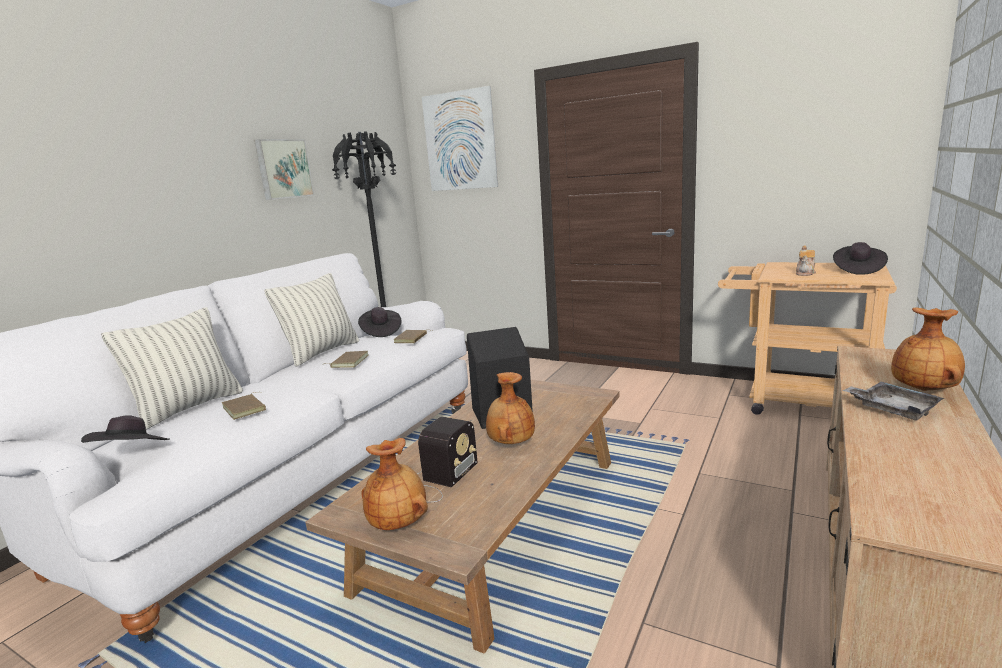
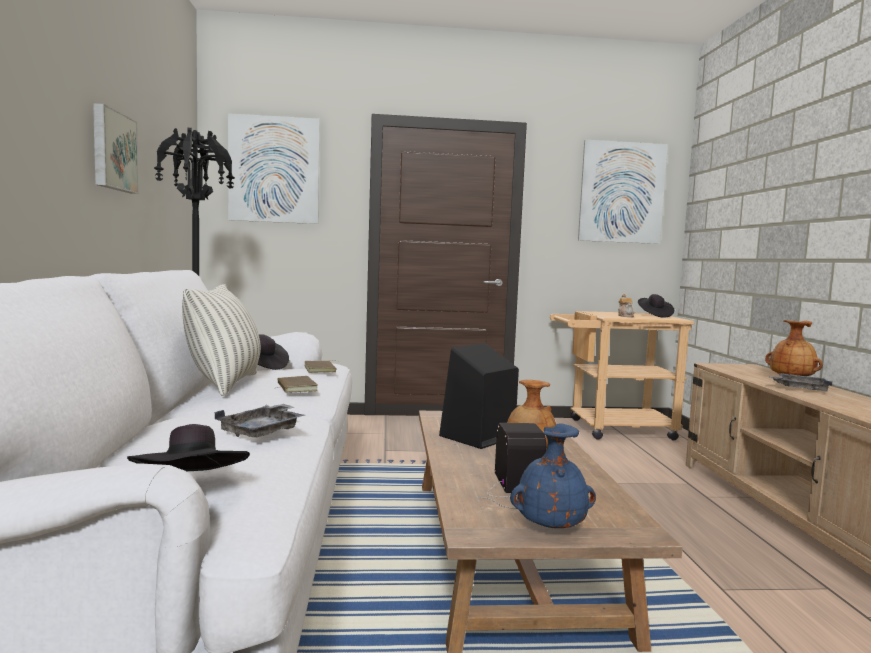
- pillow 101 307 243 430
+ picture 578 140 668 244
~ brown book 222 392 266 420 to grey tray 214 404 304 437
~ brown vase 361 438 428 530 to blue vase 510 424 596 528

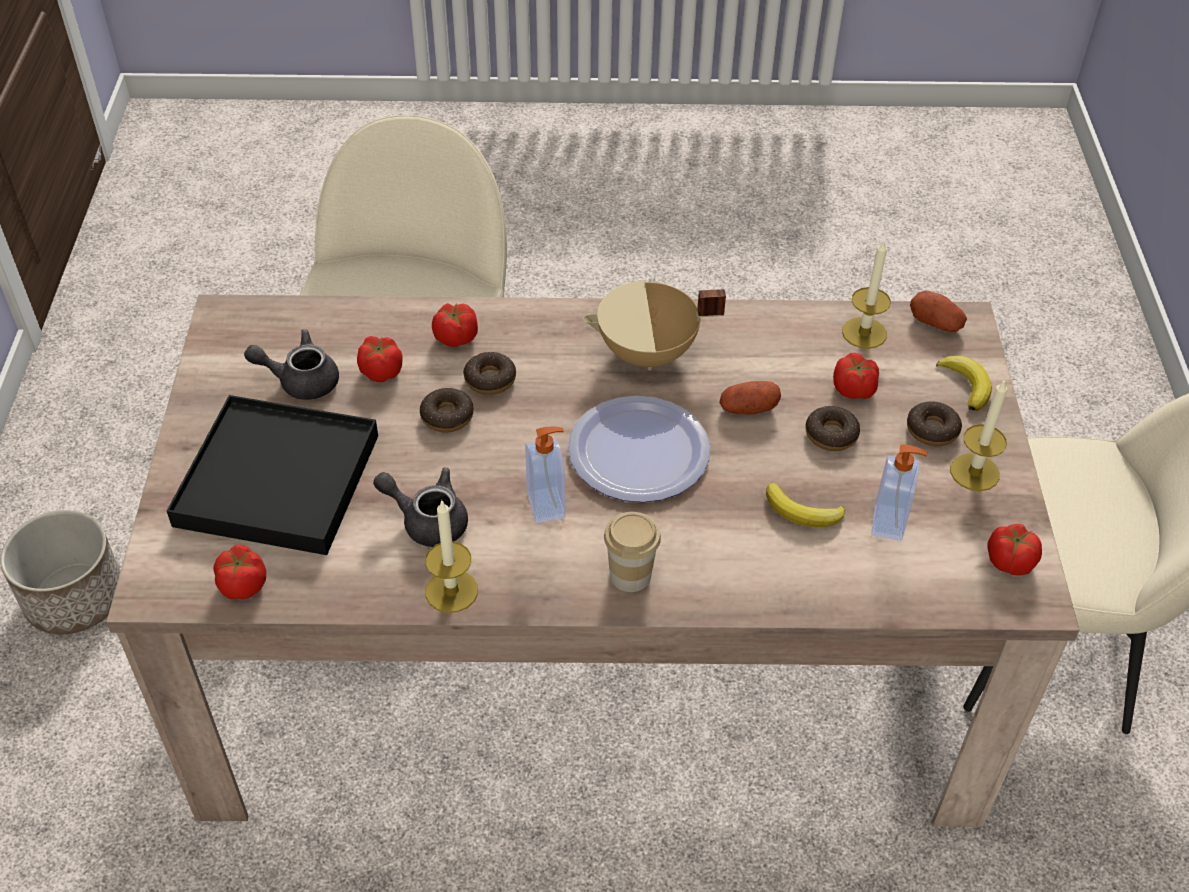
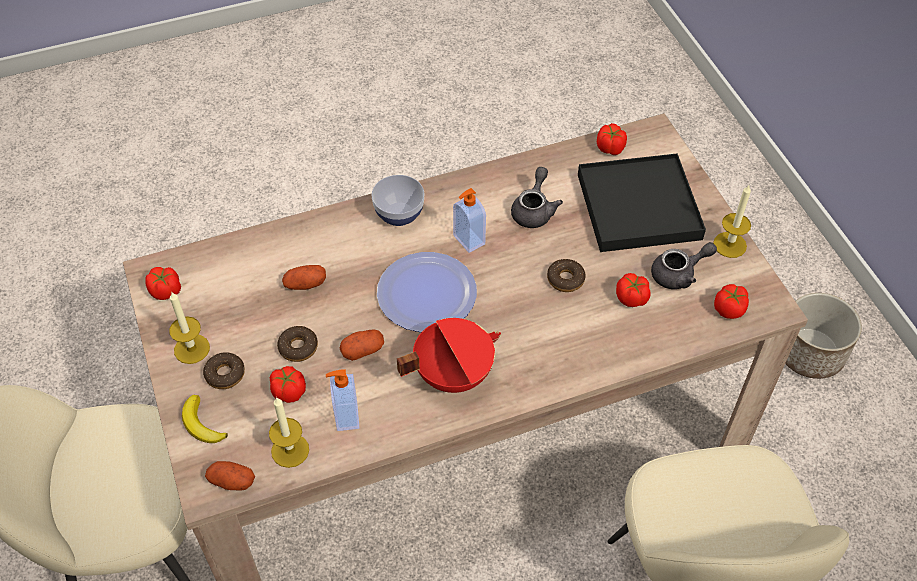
- donut 463 352 516 395
~ candle 425 499 478 613 to 713 185 751 258
~ tomato 432 303 478 347 to 714 284 749 319
~ soap dispenser 871 445 927 541 to 326 369 359 431
~ cup 604 512 661 592 to bowl 371 175 424 226
~ banana 766 483 845 527 to potato 282 265 326 290
~ beige cooking pot 583 281 726 370 to red cooking pot 397 318 501 393
~ grey teapot 373 468 468 547 = 511 167 563 228 75 degrees counterclockwise

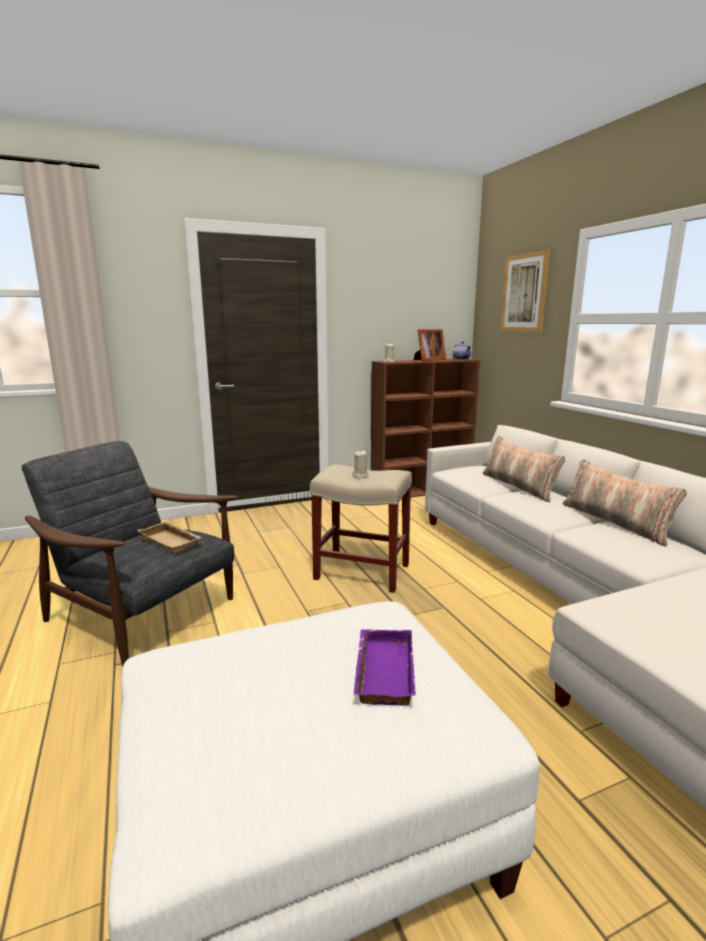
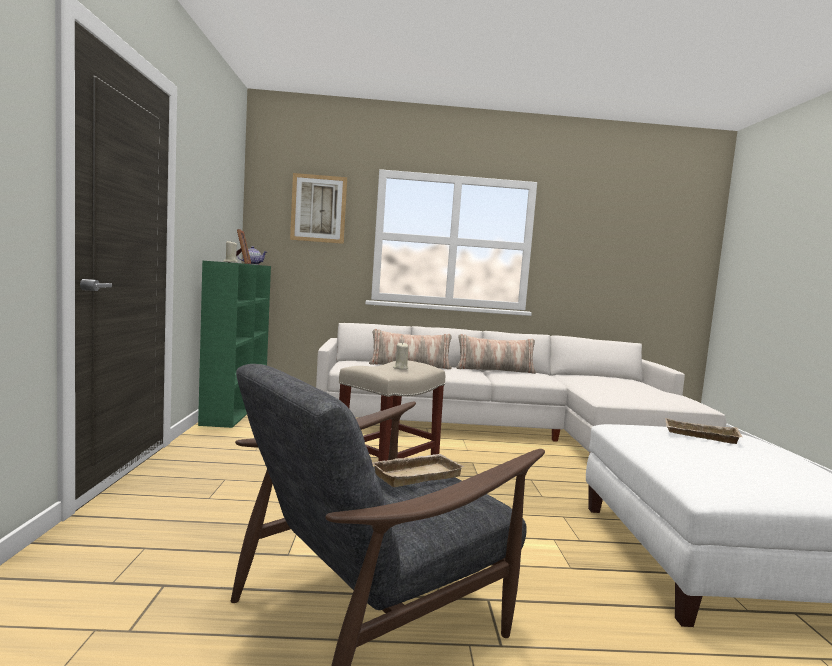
~ purple tray 354 629 416 706 to beige tray 666 418 742 444
~ brown bookcase 371 359 480 498 to green bookcase 198 261 271 428

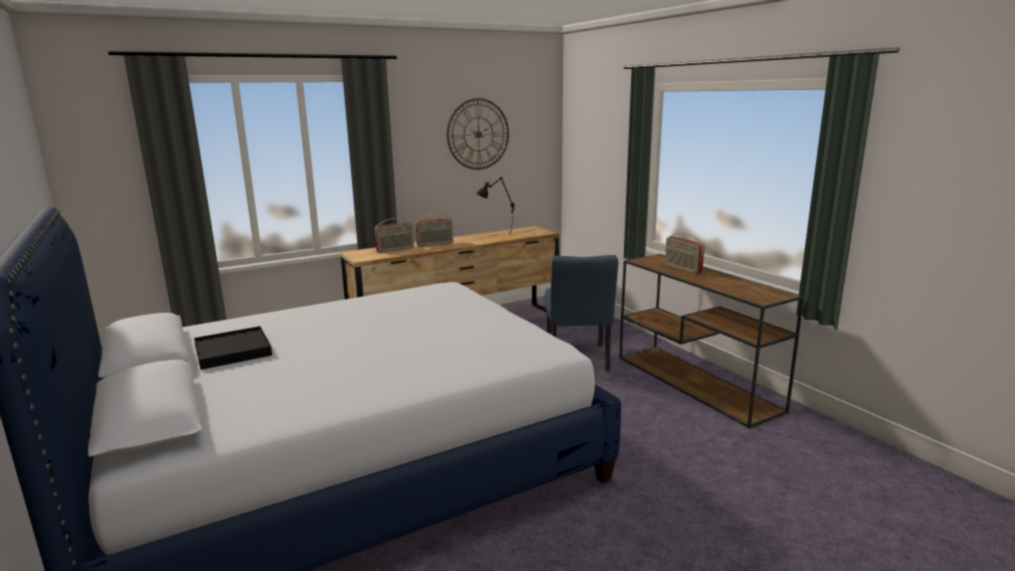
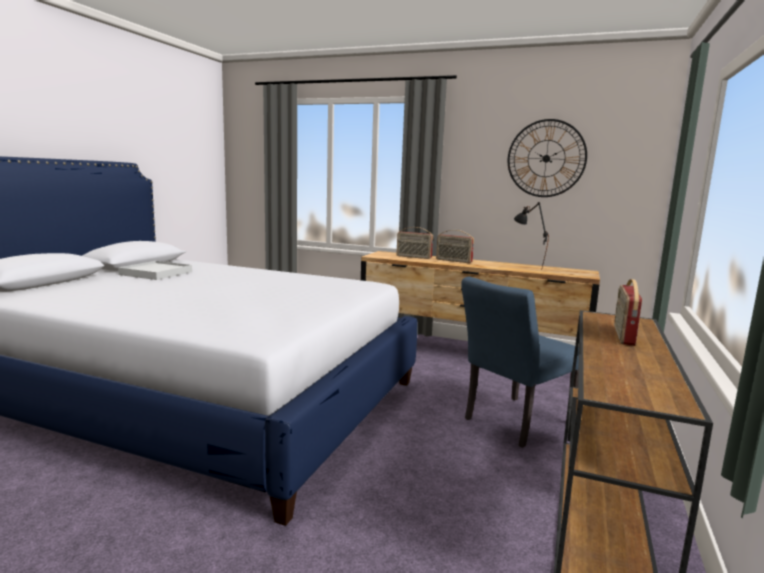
~ black tray 194 326 272 370 to white tray 118 261 192 280

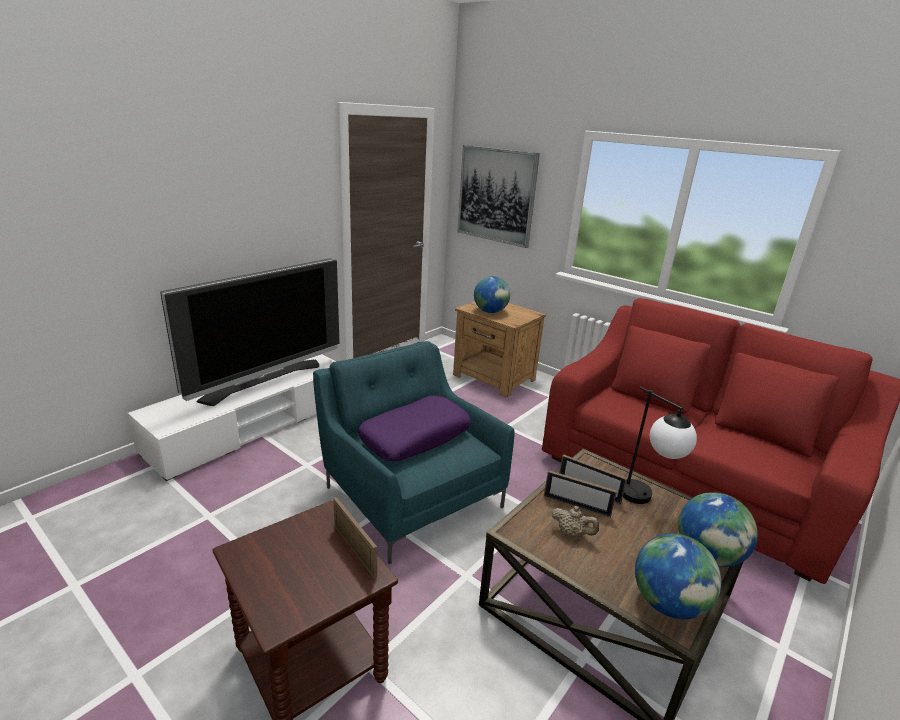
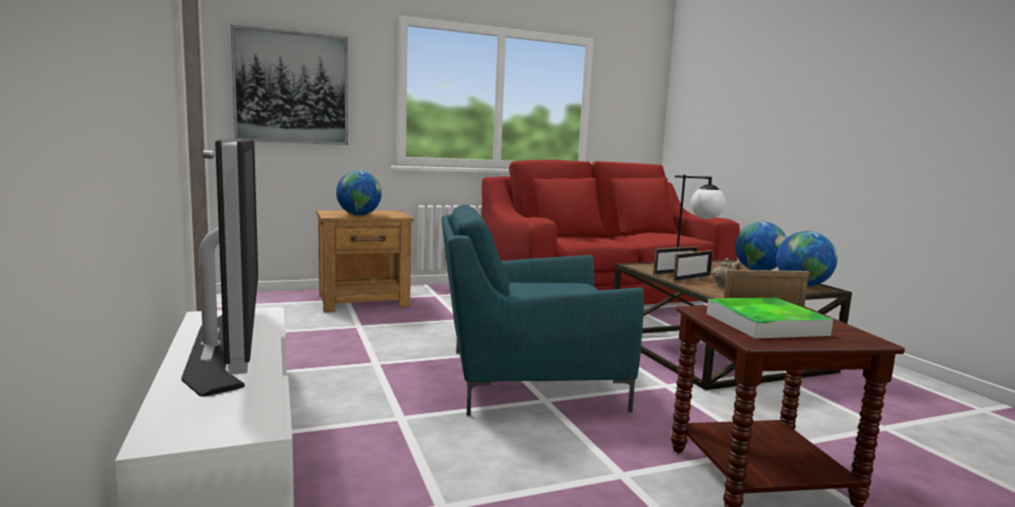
- purple pillow 358 395 471 461
+ tray 707 298 833 338

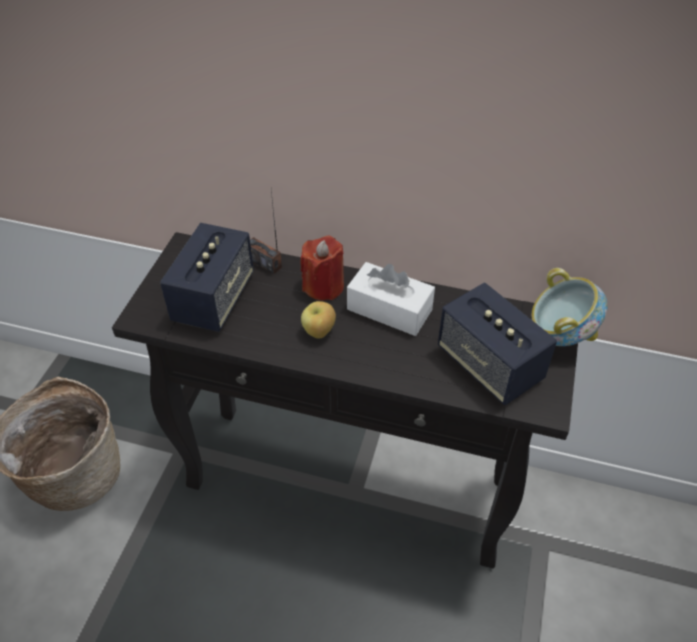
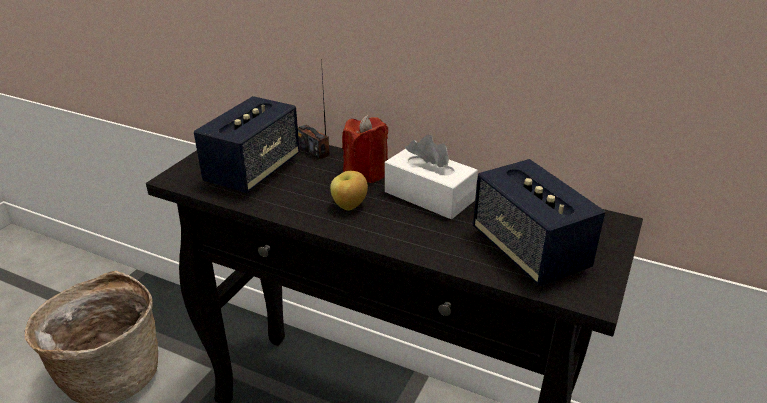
- bowl 531 268 608 346

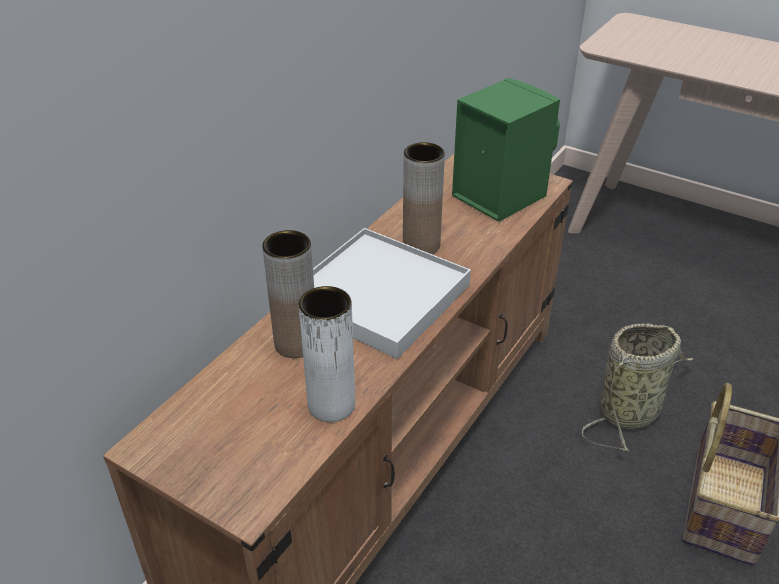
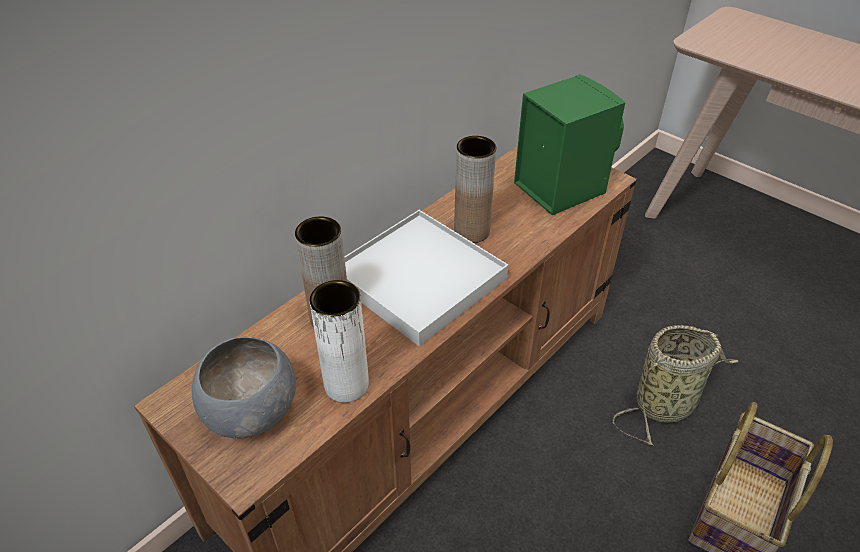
+ grey bowl 192 336 296 438

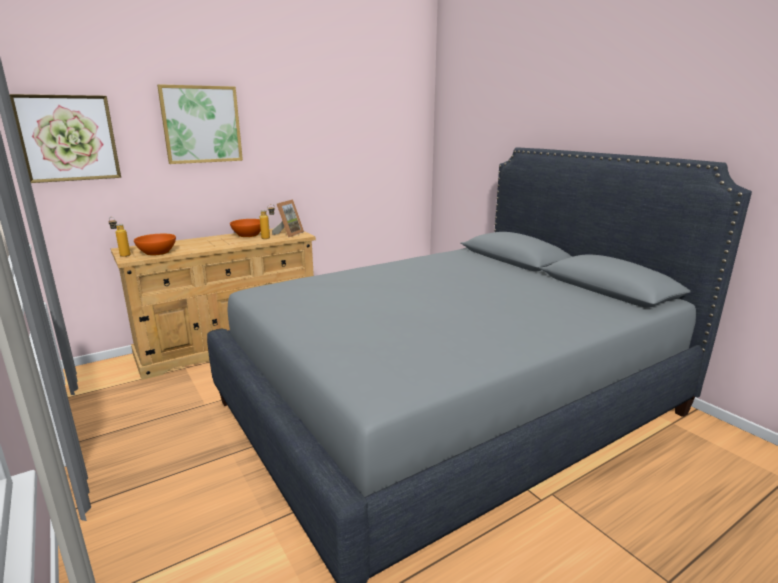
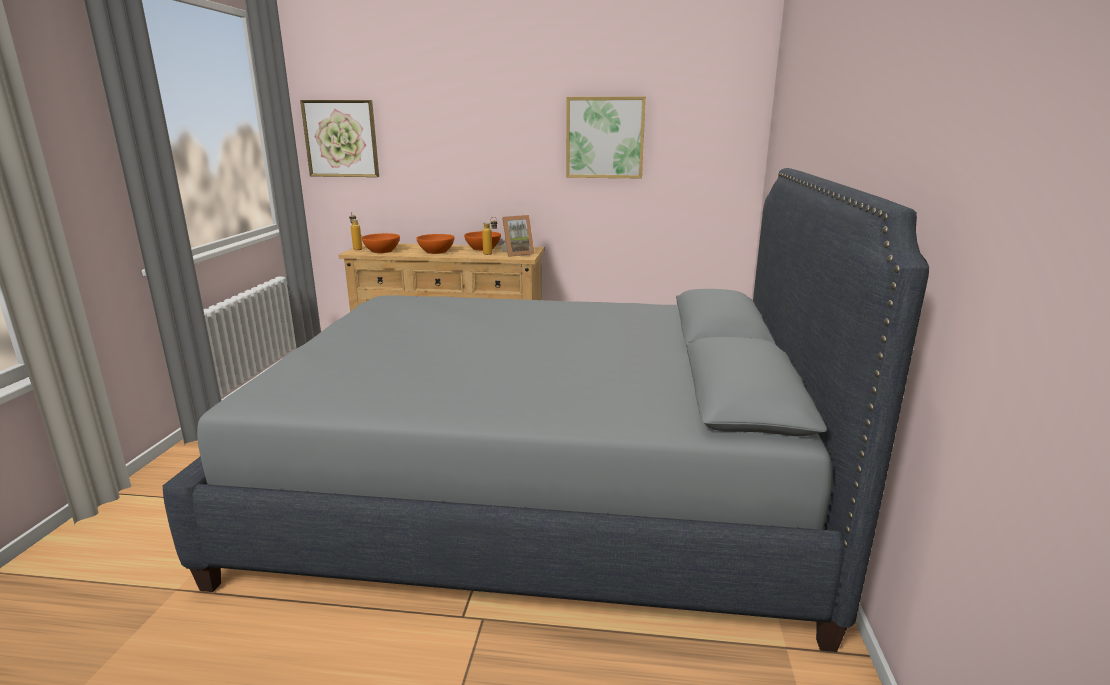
+ orange bowl 416 234 454 254
~ picture 157 84 243 164 to 566 97 646 179

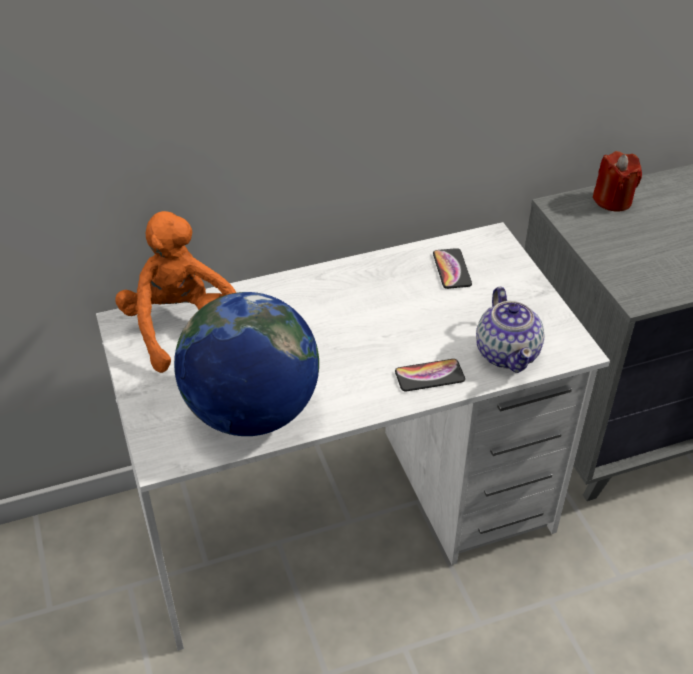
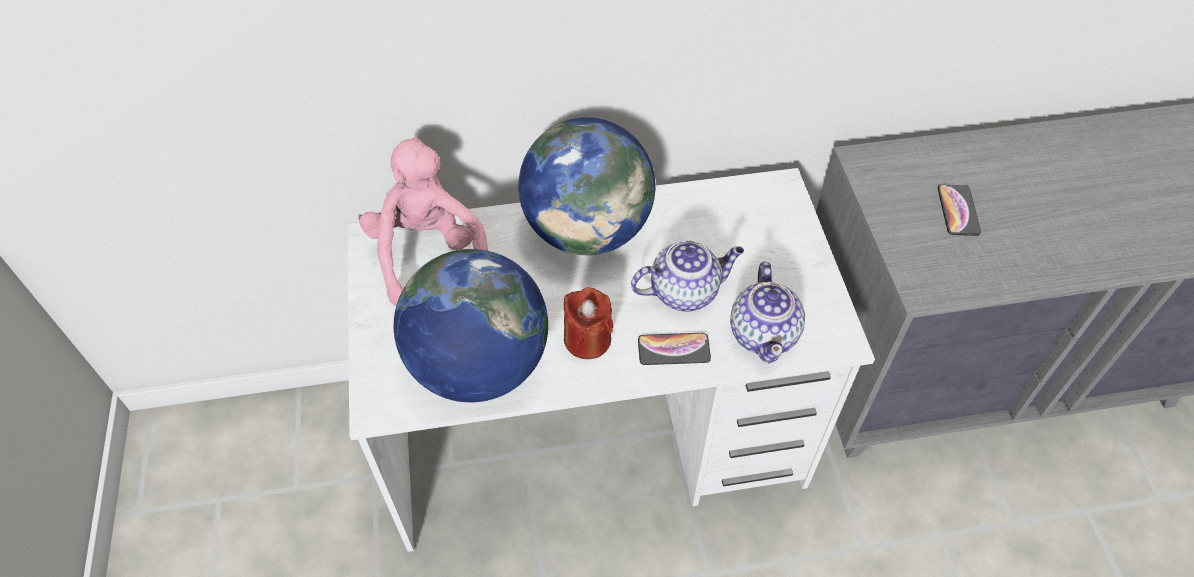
+ globe 518 117 655 255
+ teapot 631 240 744 312
~ phone 433 248 472 289 to 938 185 981 236
~ red candle 593 151 642 211 to 564 287 613 359
~ orange plush toy 115 211 236 373 to pink plush toy 359 137 488 306

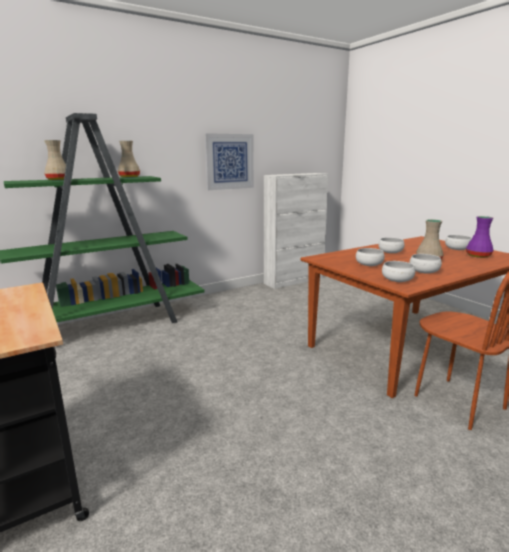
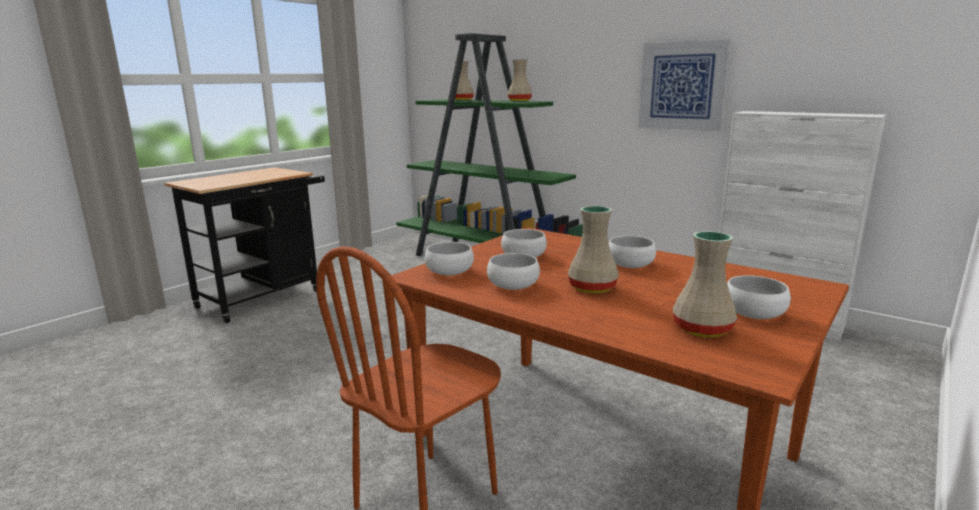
~ purple vase 466 216 493 258 to beige vase 673 231 737 338

